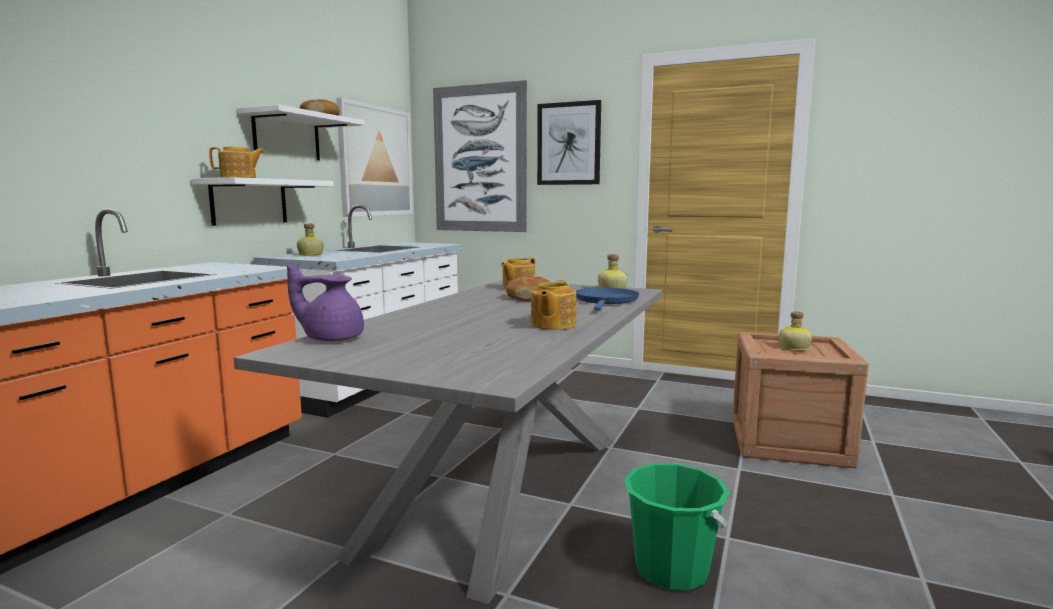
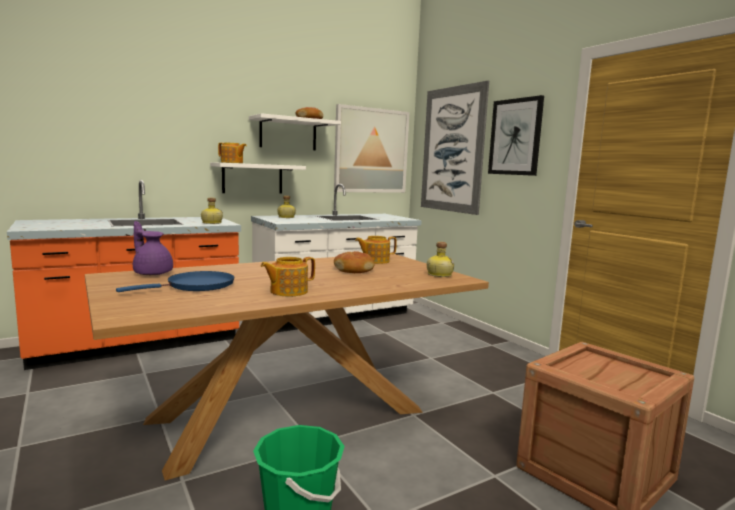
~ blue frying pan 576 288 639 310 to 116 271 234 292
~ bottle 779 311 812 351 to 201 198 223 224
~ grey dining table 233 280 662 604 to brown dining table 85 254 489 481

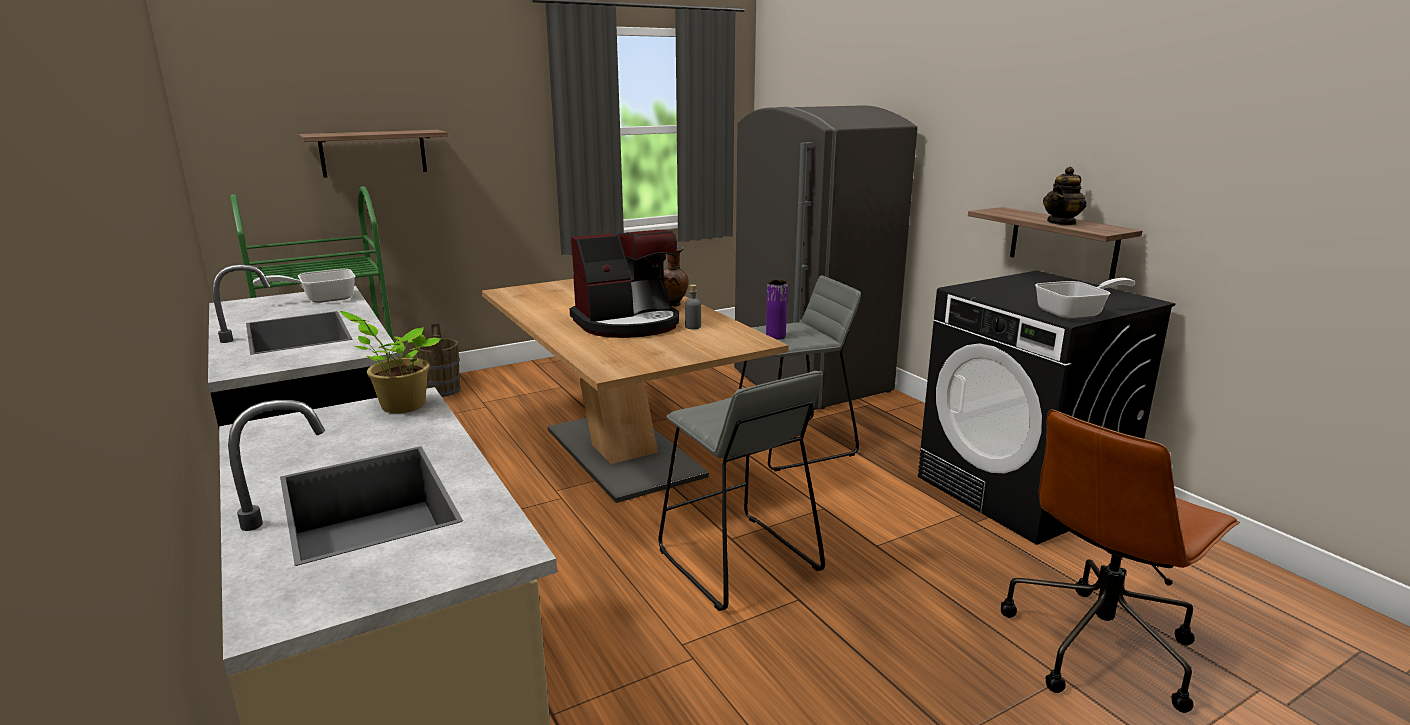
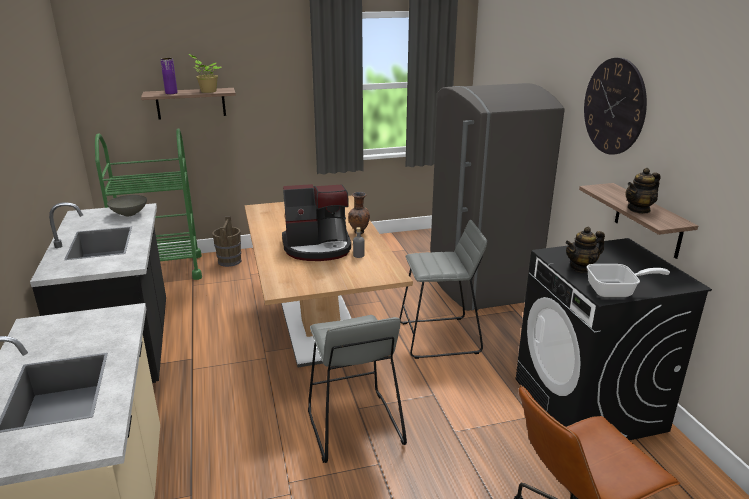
+ teapot 565 227 605 273
+ wall clock 584 58 647 155
~ potted plant 340 311 441 414 to 189 54 221 93
~ purple vase 766 280 788 340 to 160 58 178 94
~ frying pan 253 269 355 303 to grey bowl 107 195 147 216

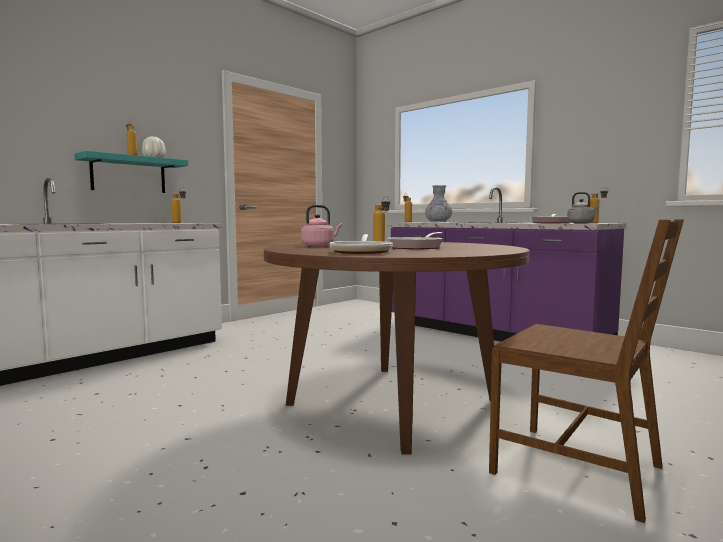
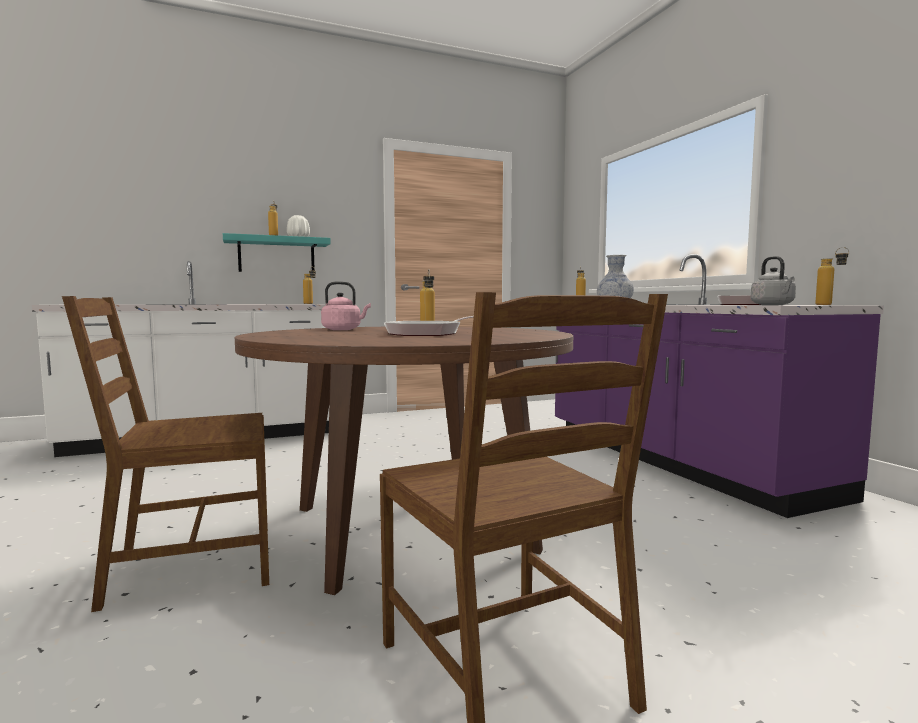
- frying pan 329 234 393 254
+ brown chair 62 296 269 612

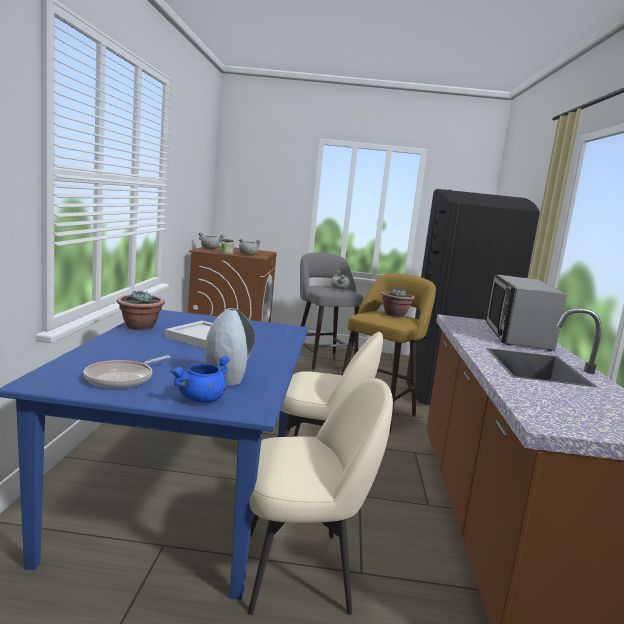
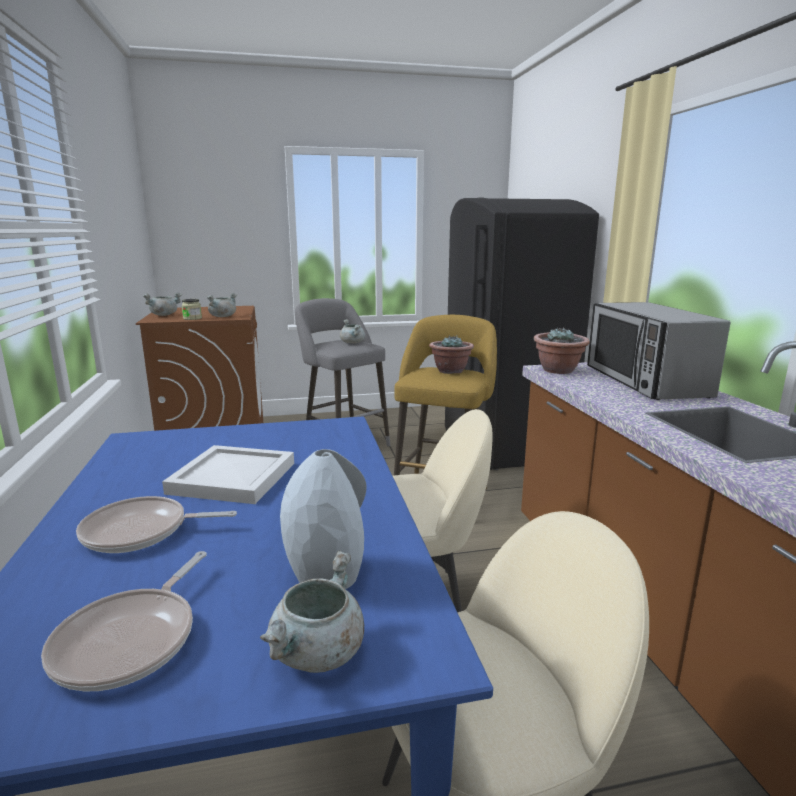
+ frying pan 76 496 237 553
~ potted plant 117 290 165 330 to 534 327 590 374
~ blue cooking pot 171 356 230 403 to grey cooking pot 260 550 364 673

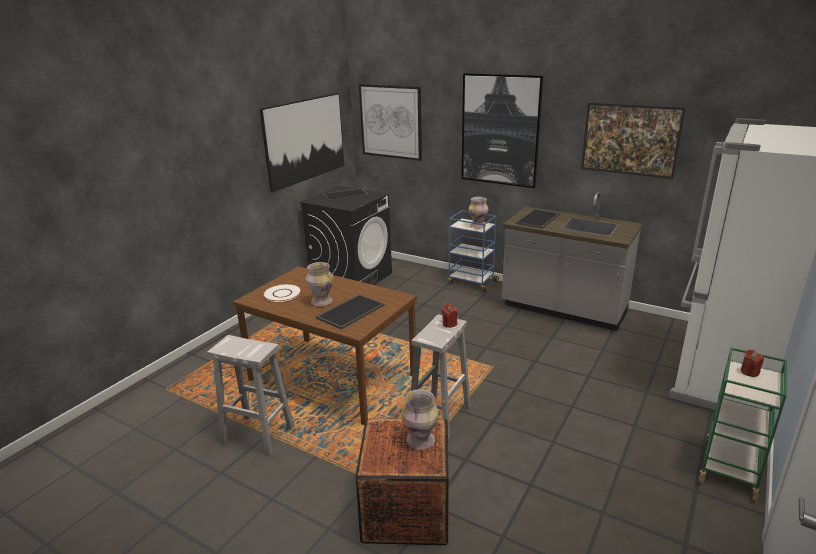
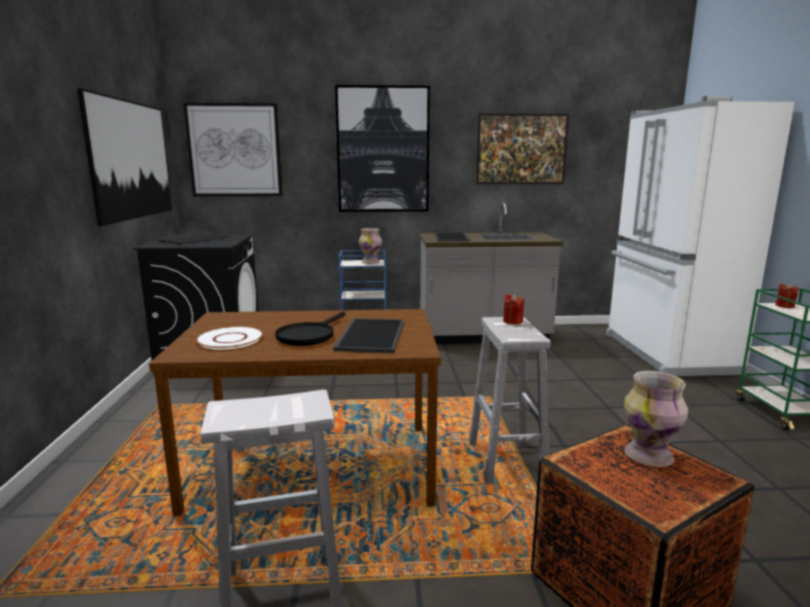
~ vase 306 262 333 306 to black frying pan 275 311 345 346

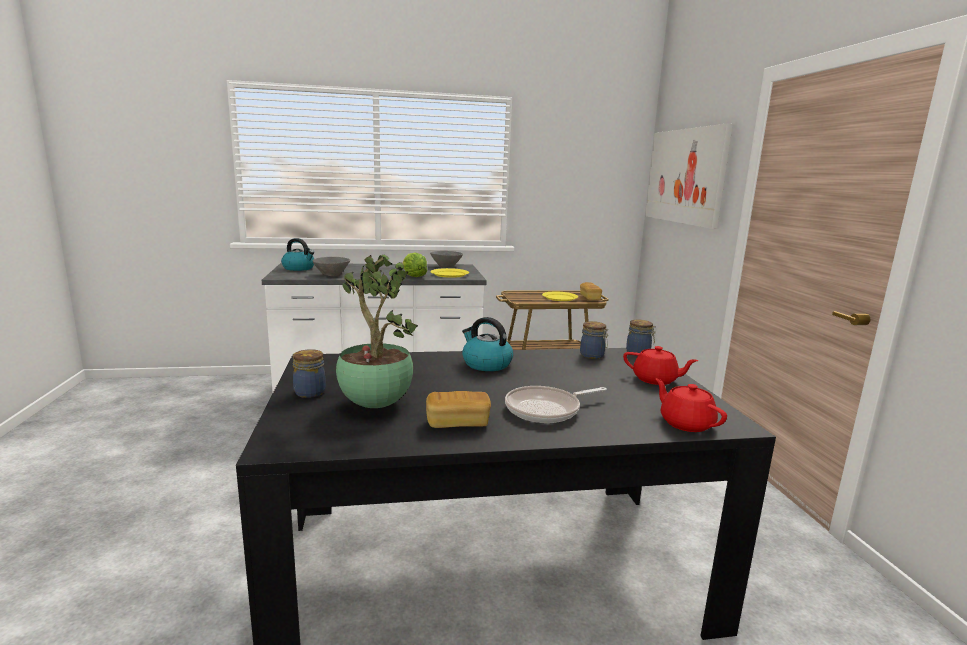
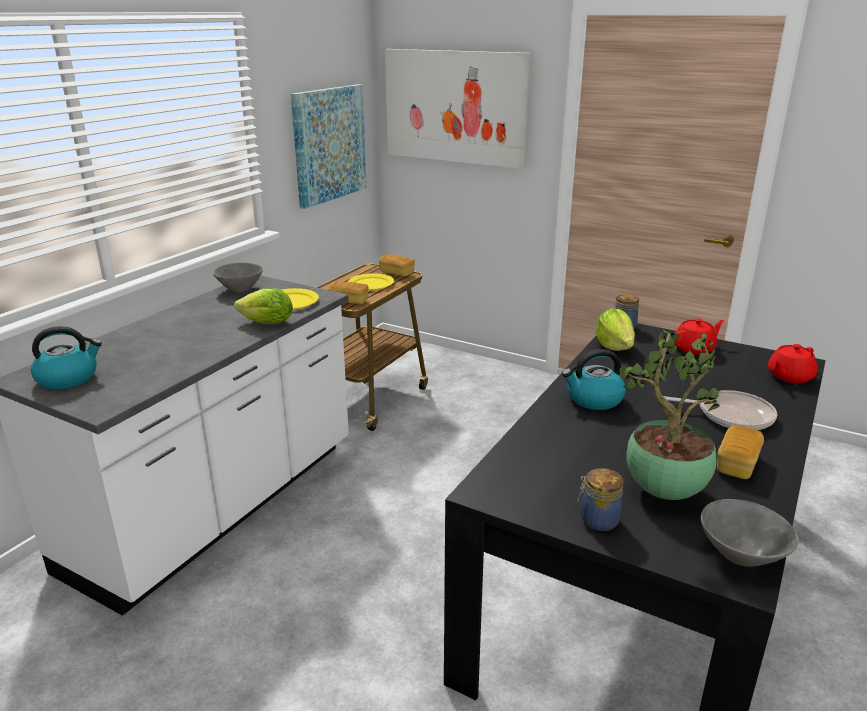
+ picture 291 84 367 209
+ bread 328 281 368 304
~ grey bowl 313 257 350 276 to 701 499 799 567
~ jar 580 321 608 359 to lettuce 595 308 635 351
~ frying pan 505 386 607 423 = 663 390 777 430 90 degrees counterclockwise
~ red teapot 655 378 727 432 = 768 344 817 383 45 degrees counterclockwise

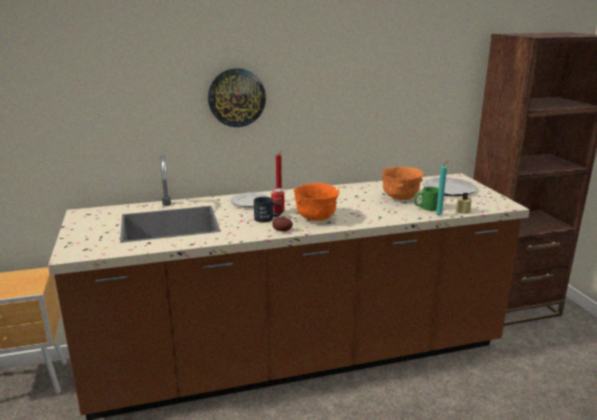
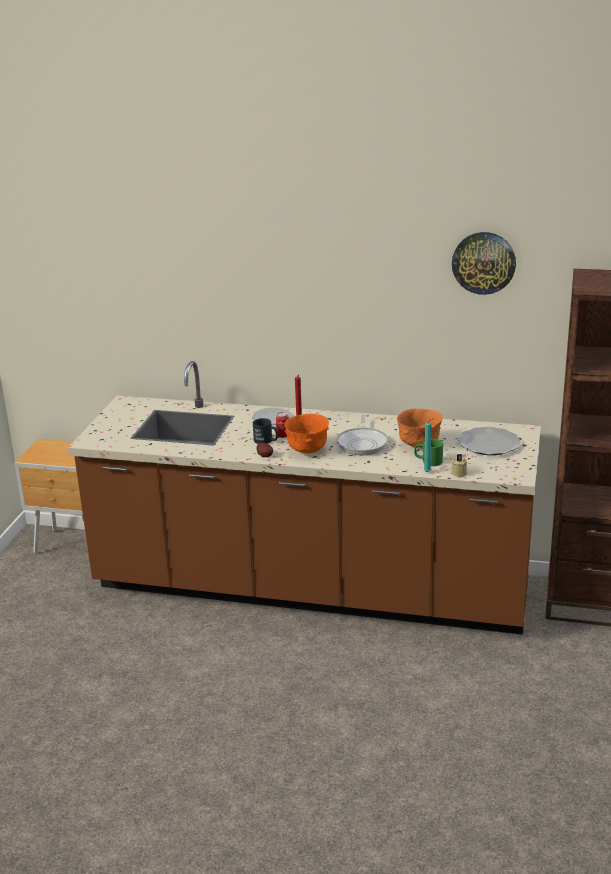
+ frying pan 337 414 388 455
~ wall clock 208 68 266 127 to 452 232 516 295

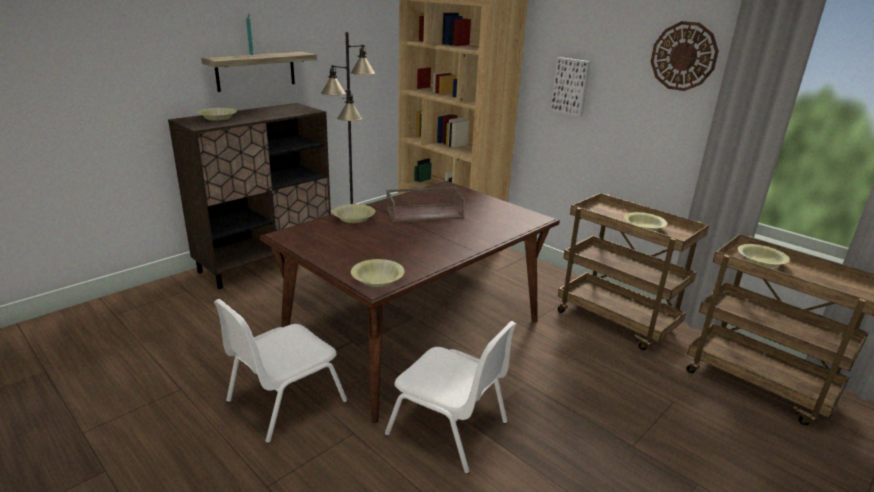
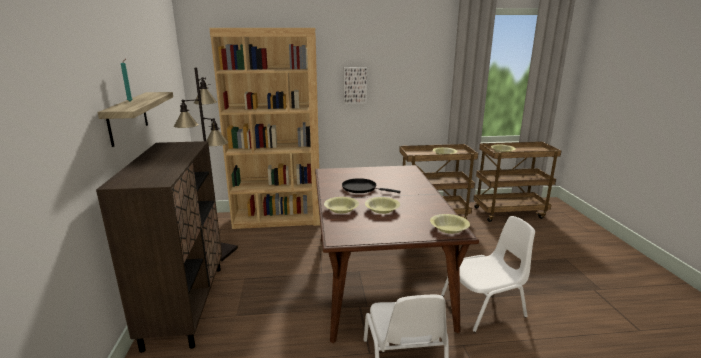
- wall clock 651 21 719 91
~ yellow bowl 197 108 237 121 to 365 197 400 214
~ brown tray 386 187 465 223 to black frying pan 342 178 400 193

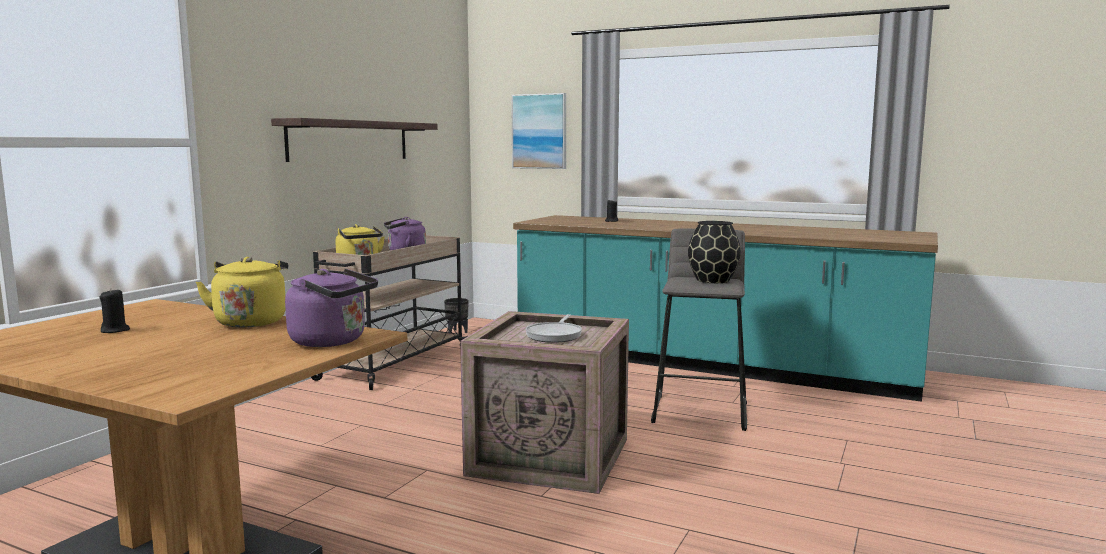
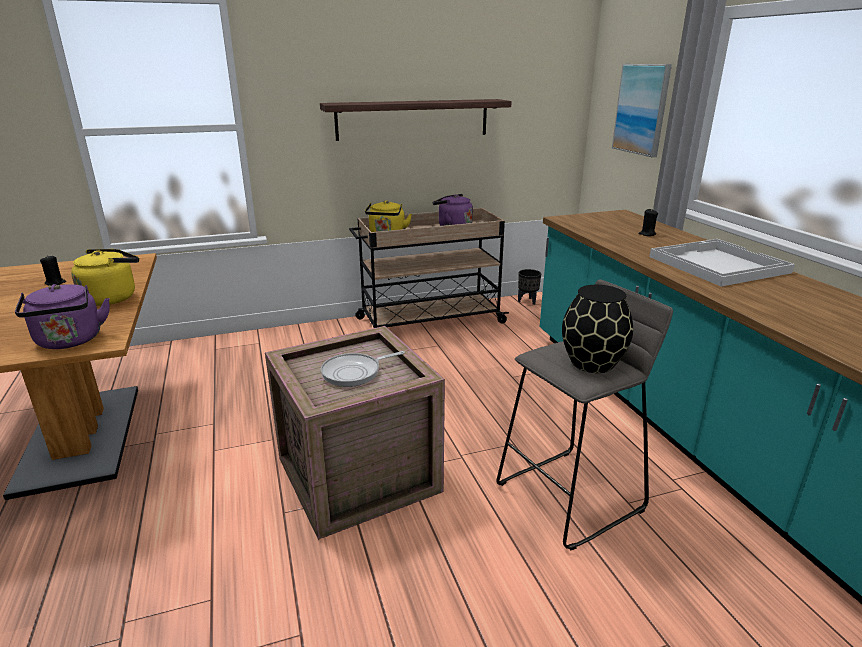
+ white tray 649 239 795 286

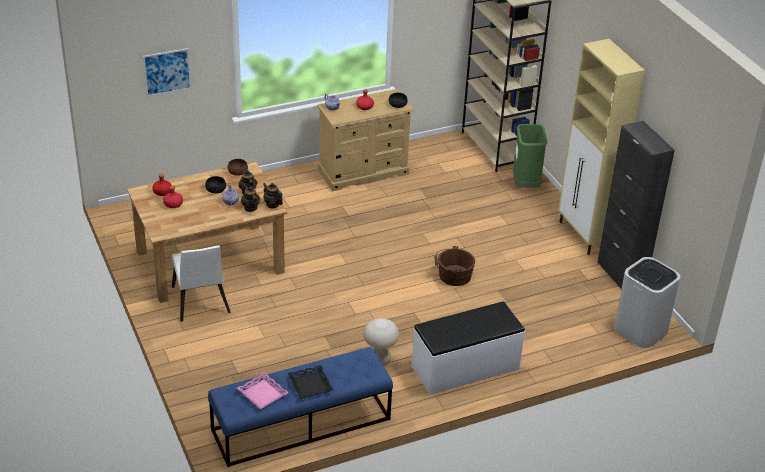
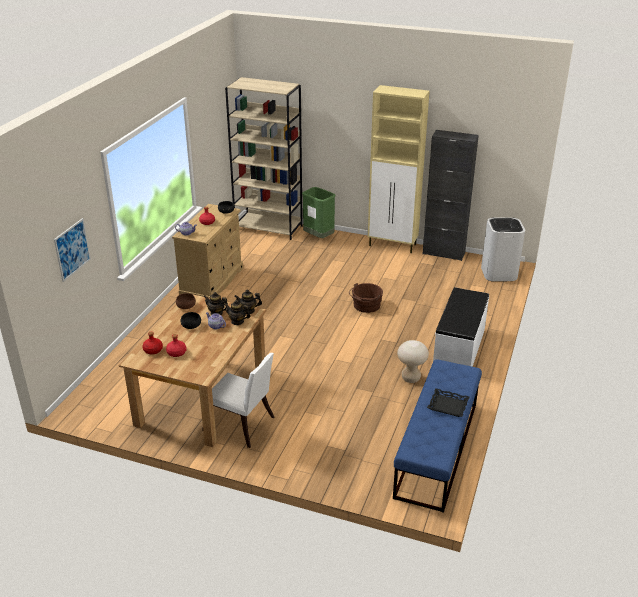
- pink tray 237 372 289 409

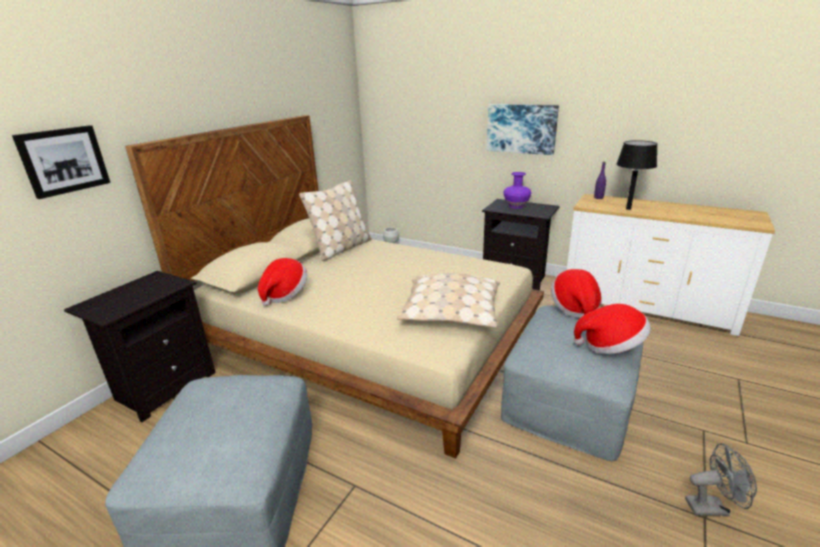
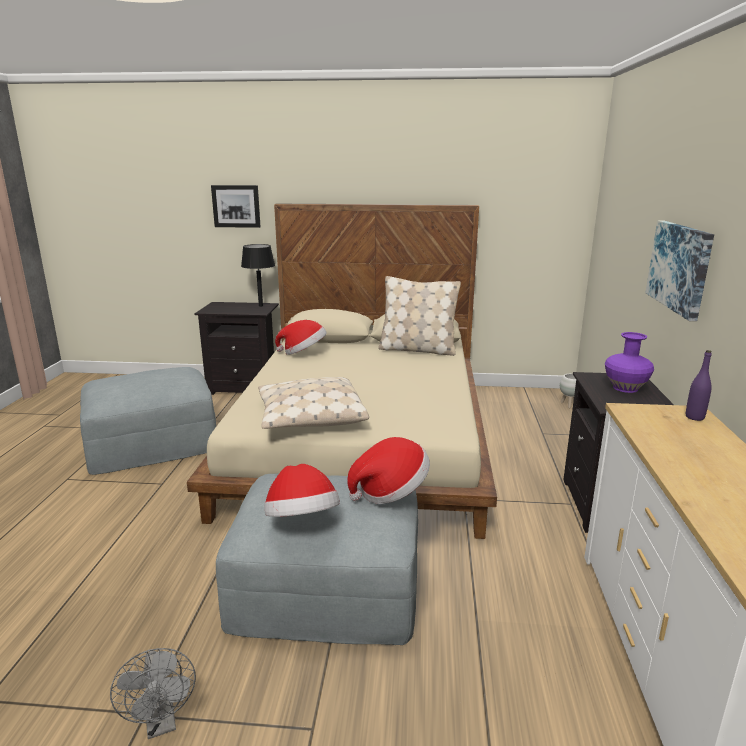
~ black table lamp 616 140 657 210 to 241 244 275 307

